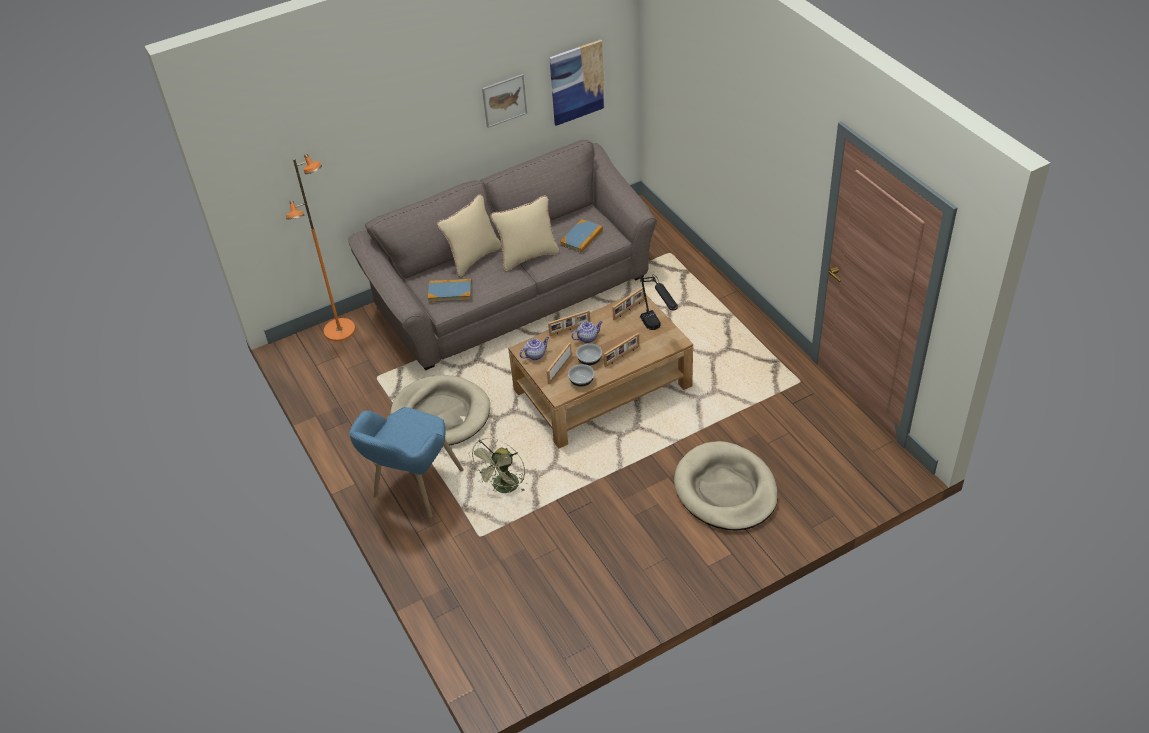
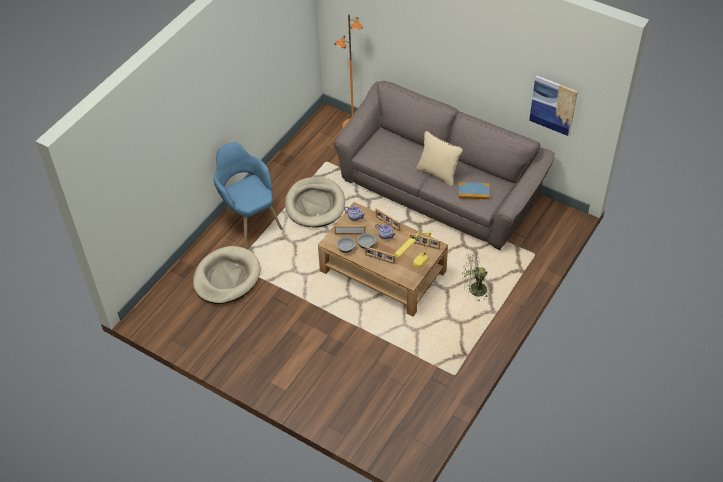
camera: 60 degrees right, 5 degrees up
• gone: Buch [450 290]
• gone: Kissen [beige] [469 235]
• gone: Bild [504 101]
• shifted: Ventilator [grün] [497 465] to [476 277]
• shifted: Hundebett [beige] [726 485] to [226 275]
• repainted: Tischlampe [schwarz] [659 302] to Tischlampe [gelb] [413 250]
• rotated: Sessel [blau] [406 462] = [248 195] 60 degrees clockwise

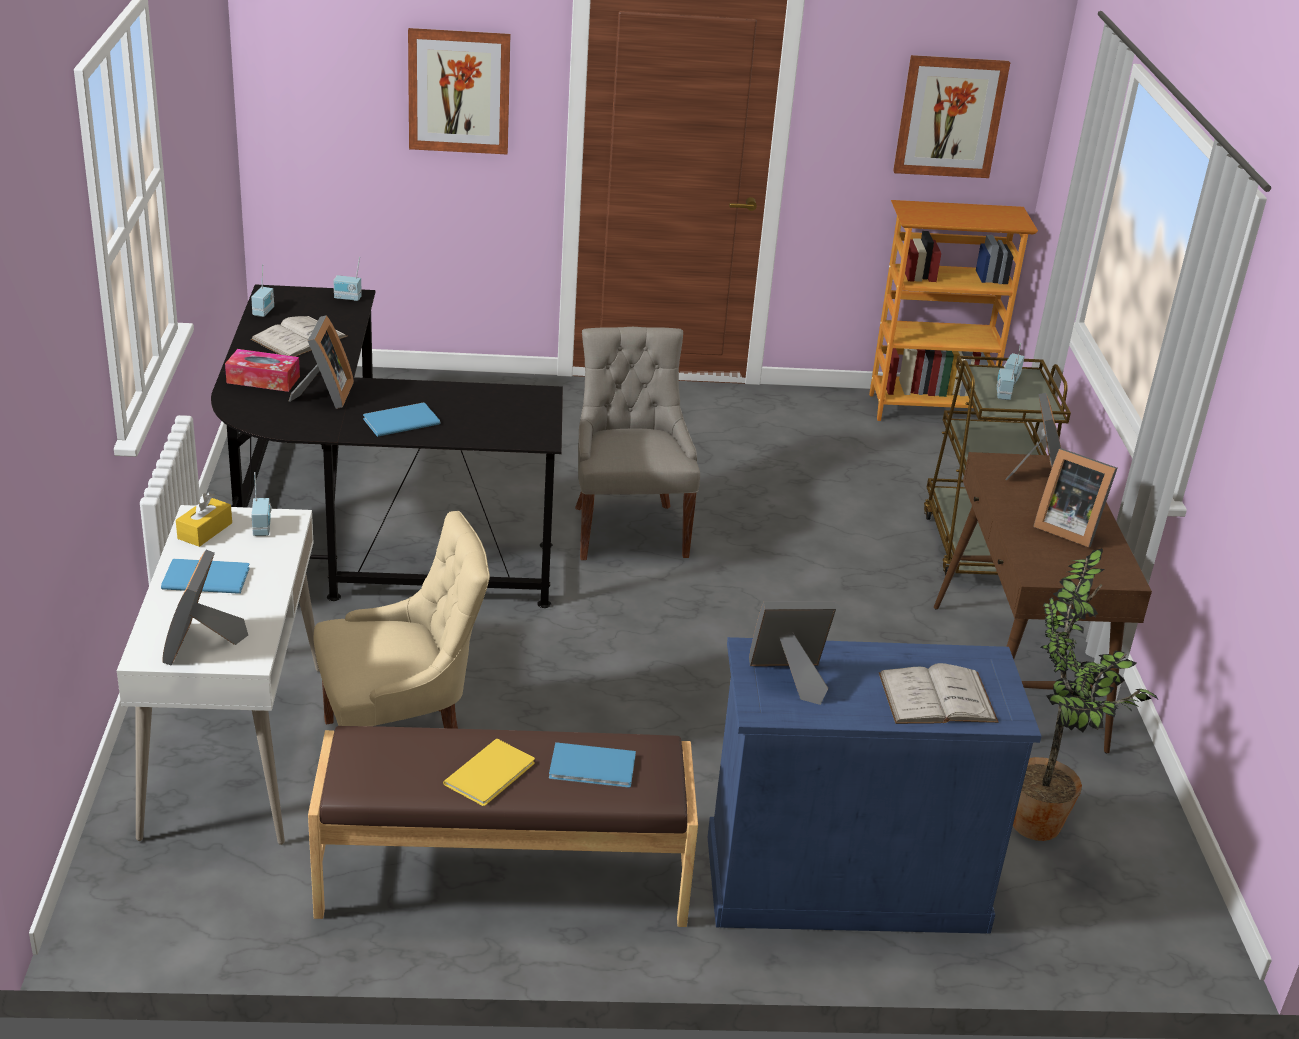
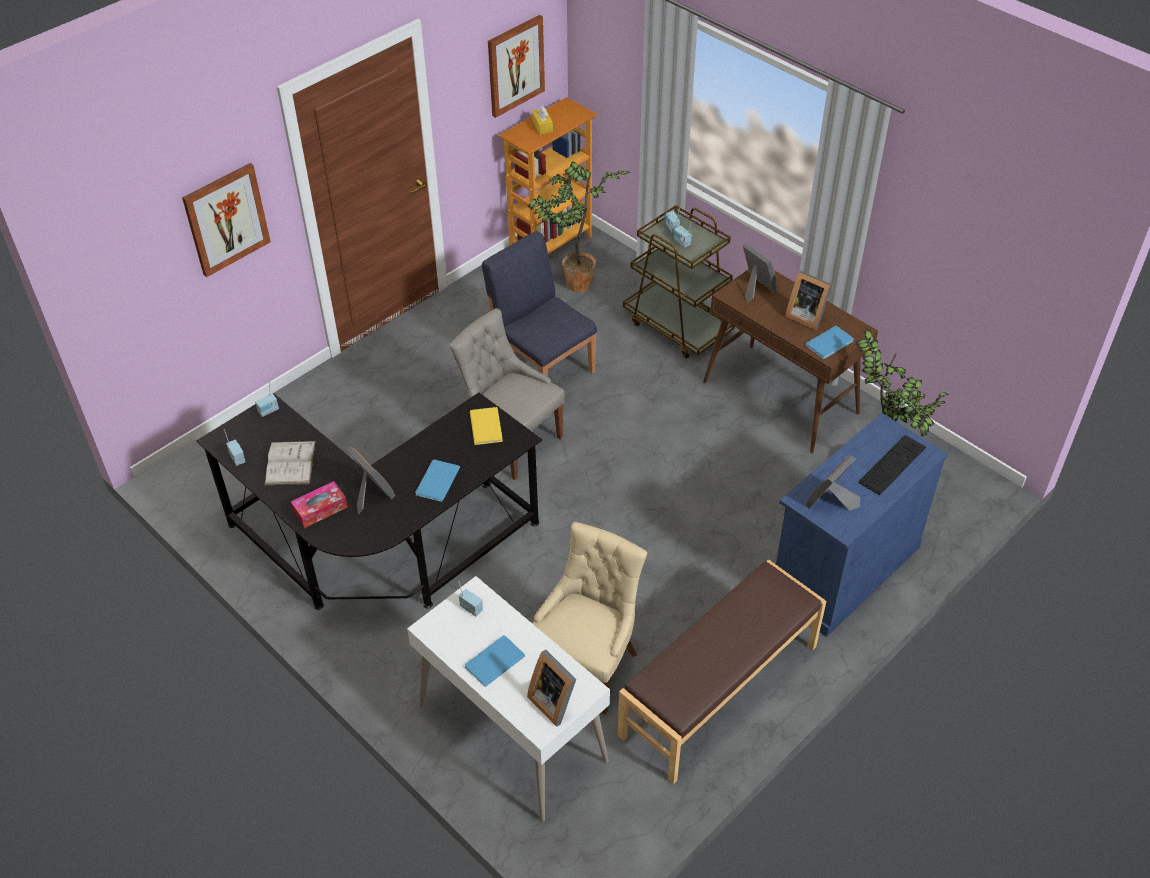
camera: 40 degrees left, 15 degrees up
• new: Stuhl [blau] [539 303]
• new: Topfpflanze [579 226]
• shifted: Taschentuchbox [gelb] [204 519] to [542 120]
• shifted: Buch [gelb] [489 772] to [486 426]
• shifted: Buch [blau] [592 765] to [829 342]
• swapped: Buch [weiß] [939 693] to Tastatur [892 465]
• rotated: Bilderrahmen [1075 497] = [808 300] 45 degrees clockwise

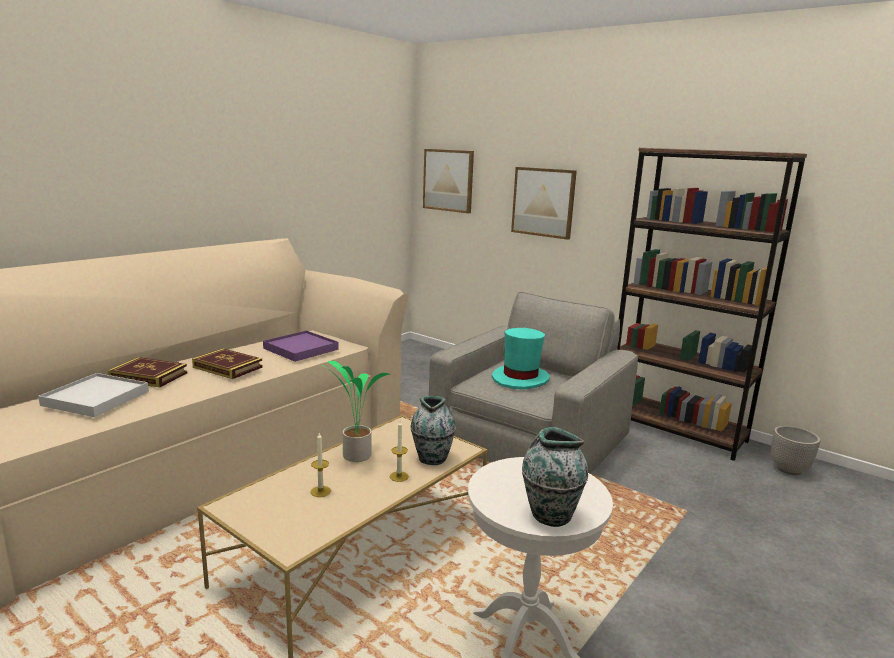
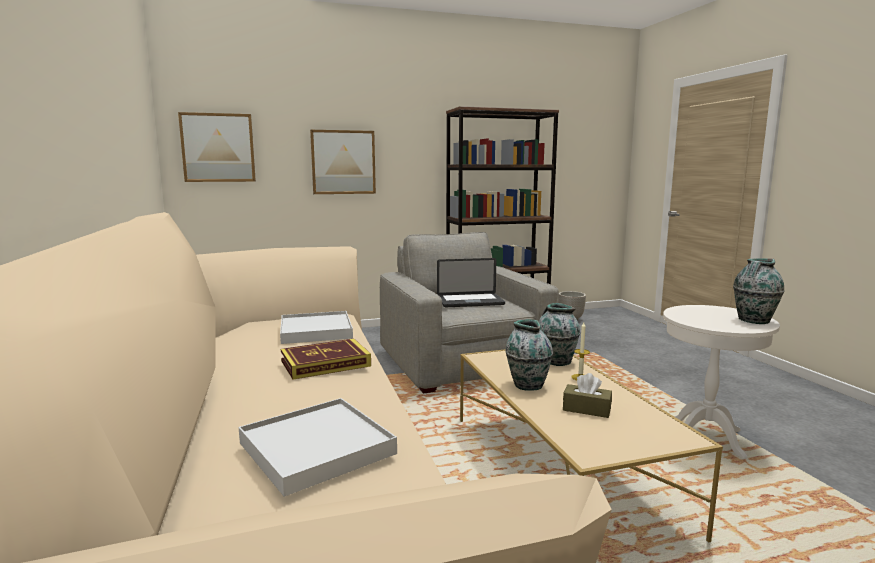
camera: 55 degrees left, 5 degrees down
• gone: Buch [147 372]
• swapped: Kerze [320 465] to Taschentuchbox [braun] [587 395]
• swapped: Topfpflanze [356 411] to Vase [529 355]
• swapped: Hut [türkis] [521 359] to Laptop [471 282]
• repainted: Tablett [lila] [301 346] to Tablett [weiß] [316 327]

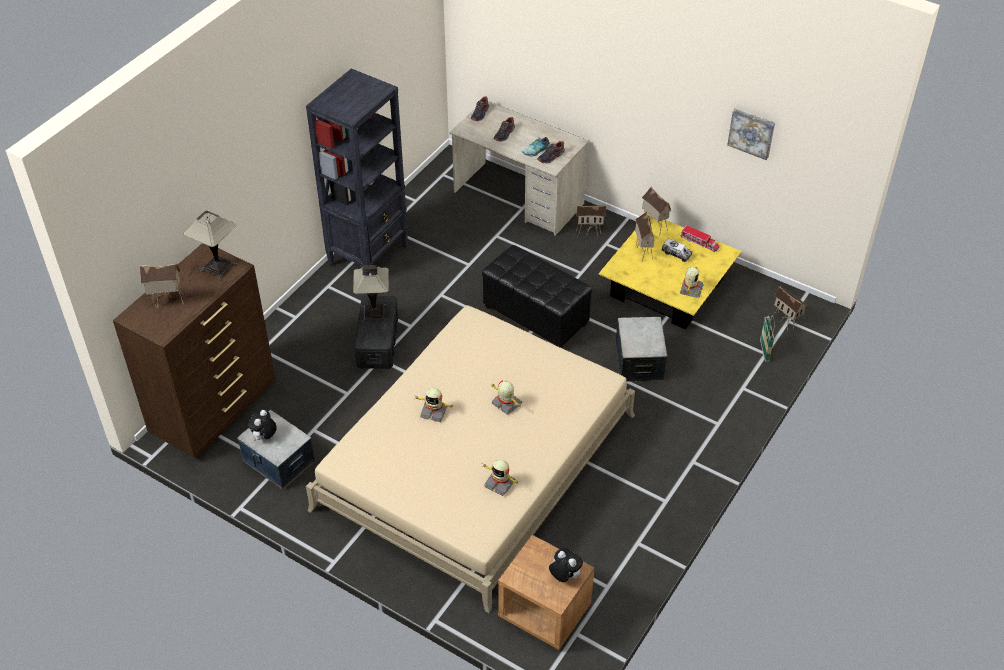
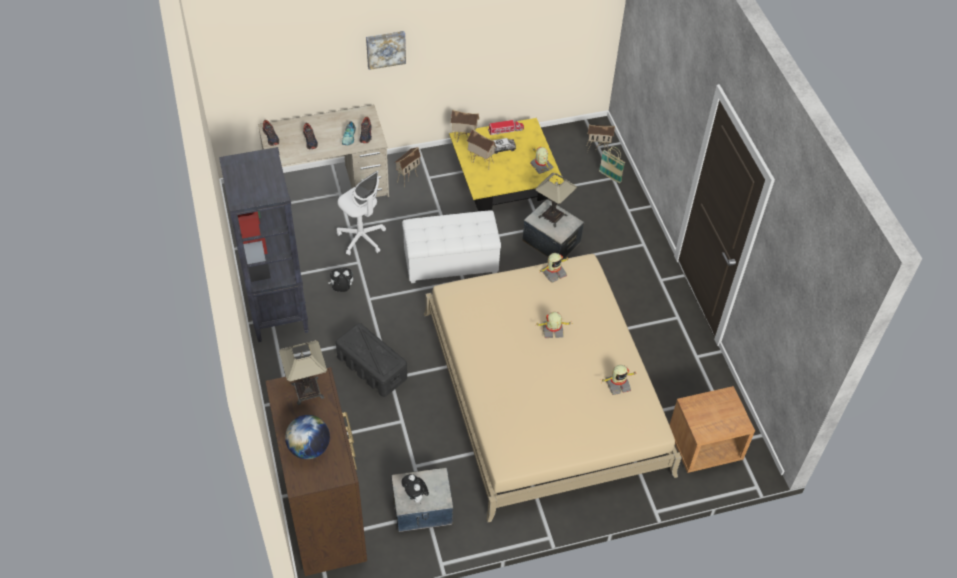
camera: 50 degrees left, 5 degrees up
• new: Bürostuhl [weiß] [361 213]
• shifted: Tischlampe [371 294] to [556 200]
• shifted: Spielzeugroboter [434 405] to [554 268]
• shifted: Plüschtier [566 565] to [340 280]
• shifted: Bild [751 134] to [386 50]
• swapped: Spielzeughaus [161 286] to Globus [307 437]
• repainted: Polsterhocker [schwarz] [537 296] to Polsterhocker [weiß] [451 247]

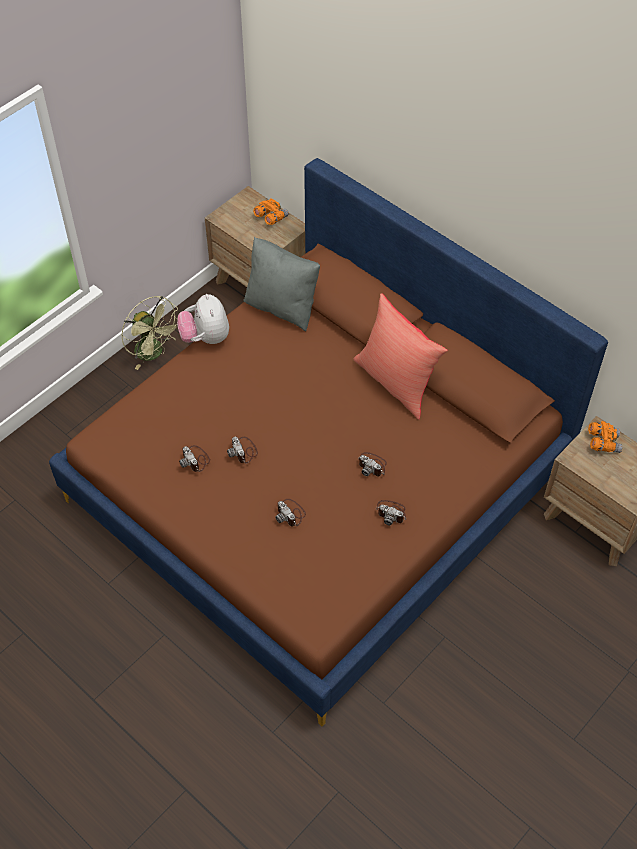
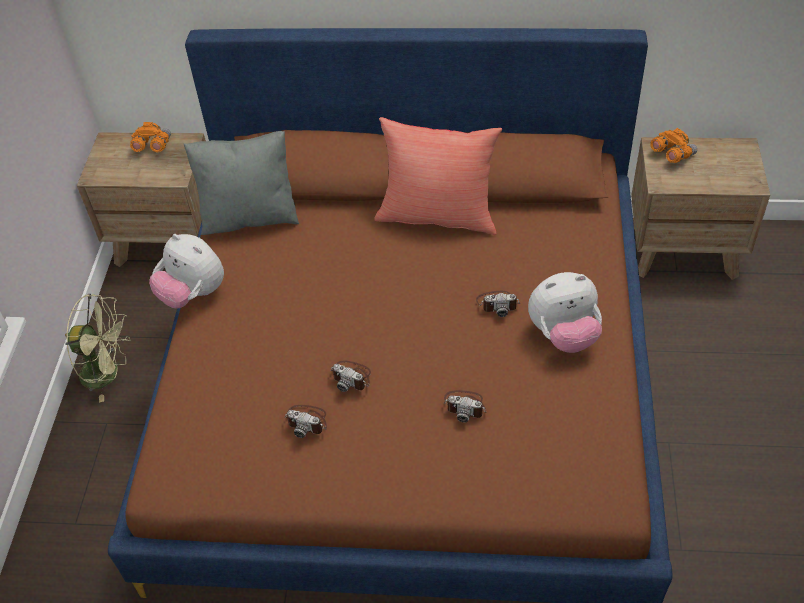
camera: 35 degrees left, 5 degrees down
• swapped: Kamera [391 513] to Plüschtier [565 312]

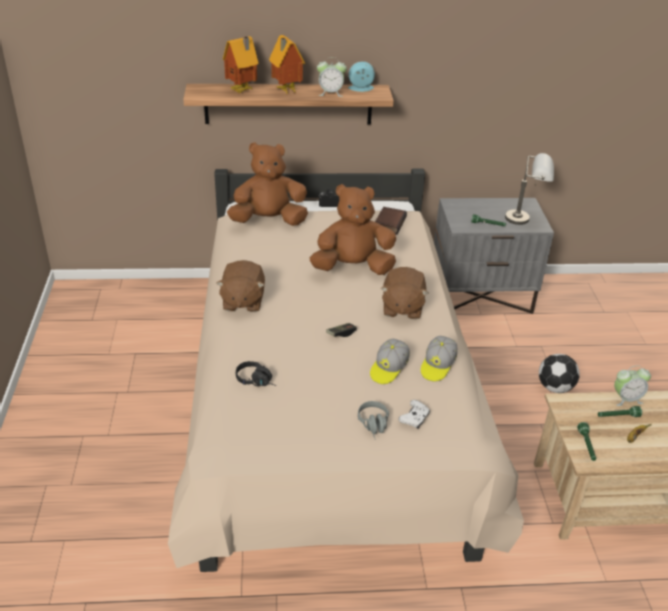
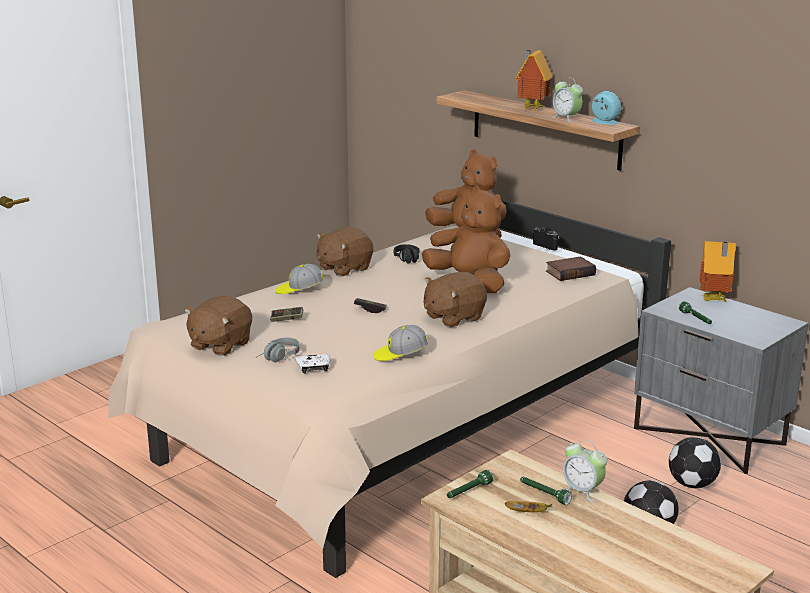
camera: 50 degrees right, 15 degrees down
• gone: Tischlampe [grau] [529 189]
• new: Plüschtier [braun] [218 326]
• new: Gamepad [286 314]
• new: Fußball [695 462]
• shifted: Spielzeughaus [241 64] to [717 271]
• shifted: Kopfhörer [schwarz] [256 373] to [406 253]
• shifted: Kappe [390 361] to [299 279]

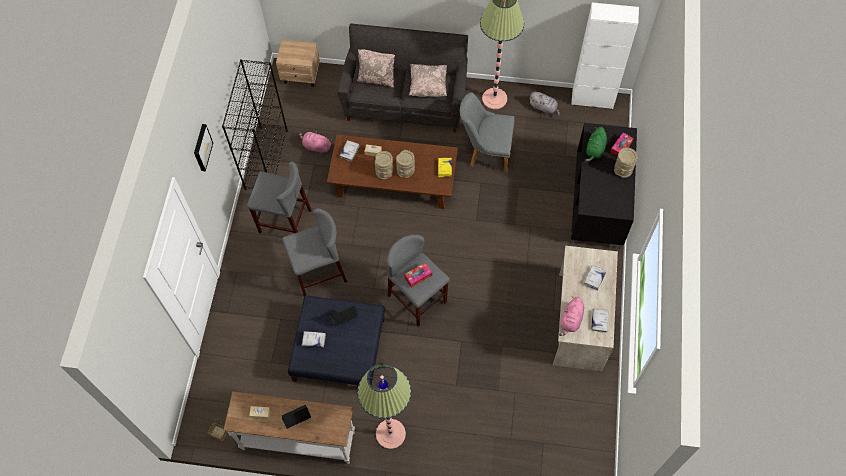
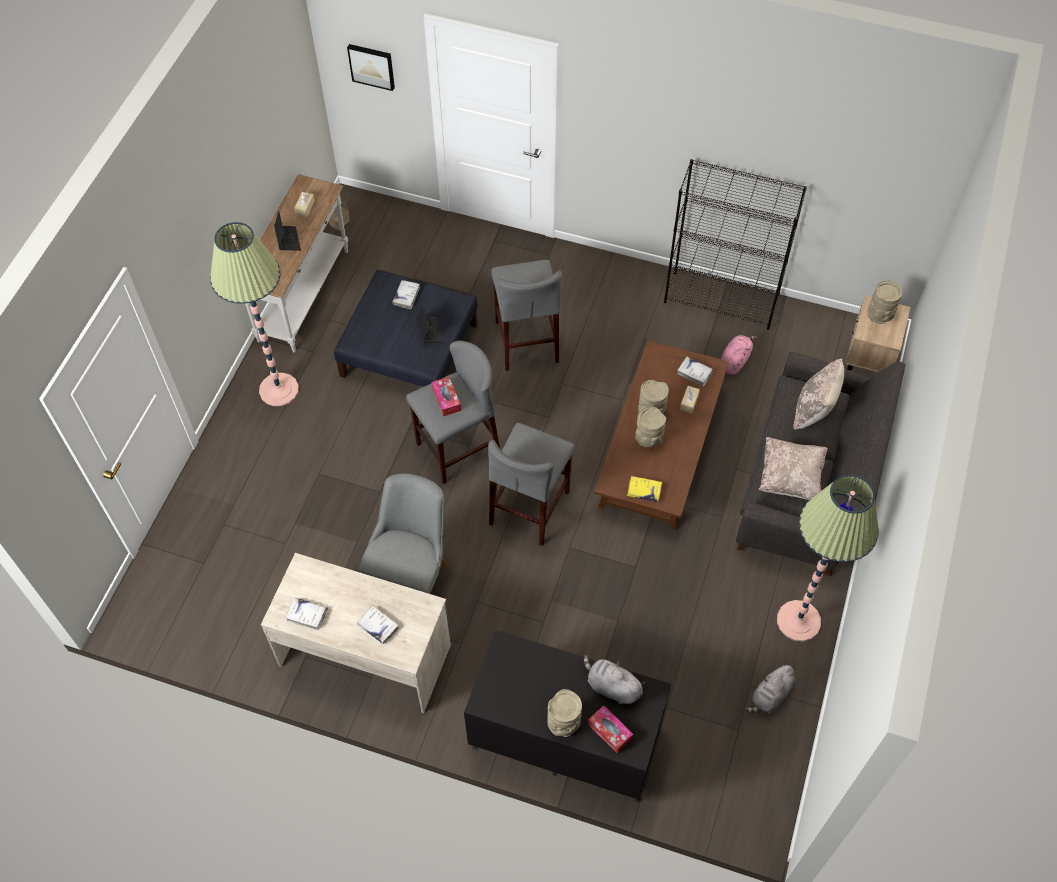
camera: 100 degrees right, 5 degrees down
• gone: Plüschtier [rosa] [571 316]
• gone: Schrank [weiß] [605 55]
• new: Vase [beige] [885 302]
• shifted: Bild [203 147] to [371 67]
• shifted: Hocker [grau] [279 197] to [531 484]
• shifted: Stuhl [grau] [487 132] to [402 534]
• repainted: Plüschtier [grün] [596 144] to Plüschtier [grau] [615 679]

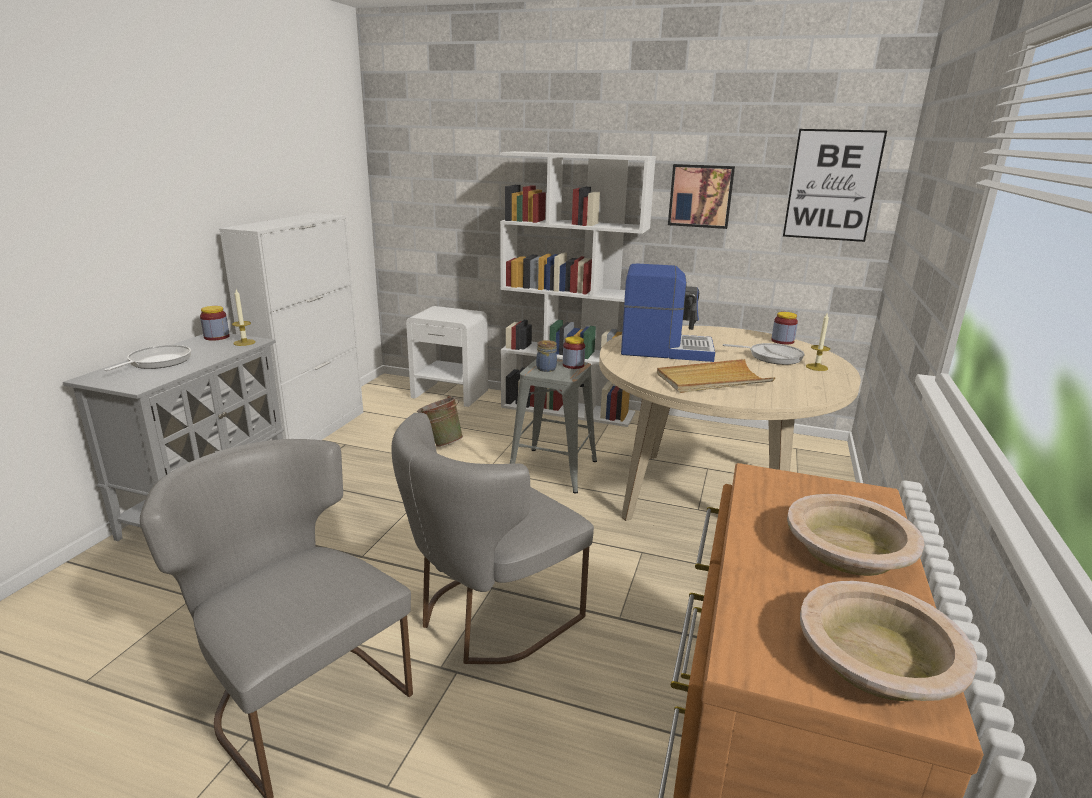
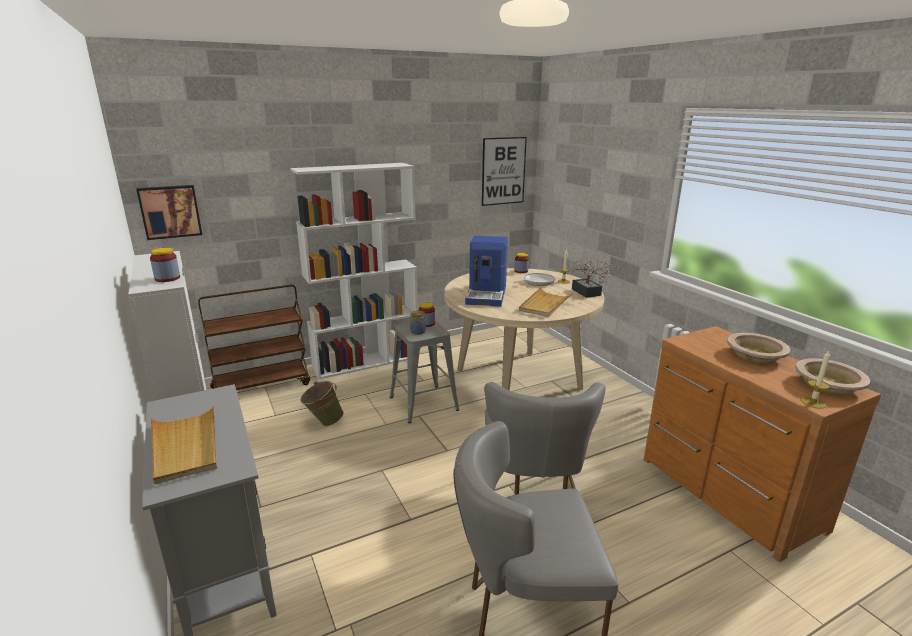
camera: 45 degrees left, 0 degrees up
• new: Topfpflanze [590 279]
• shifted: Vorratsglas [215 323] to [165 265]
• shifted: Kerze [244 317] to [815 380]
• shifted: Bild [701 196] to [169 212]
• swapped: Pfanne [147 358] to Tablett [beige] [184 444]
• swapped: Nachttisch [weiß] [447 356] to Rollwagen [braun] [254 337]
• rotated: Kaffeemaschine [668 313] = [486 271] 135 degrees clockwise

